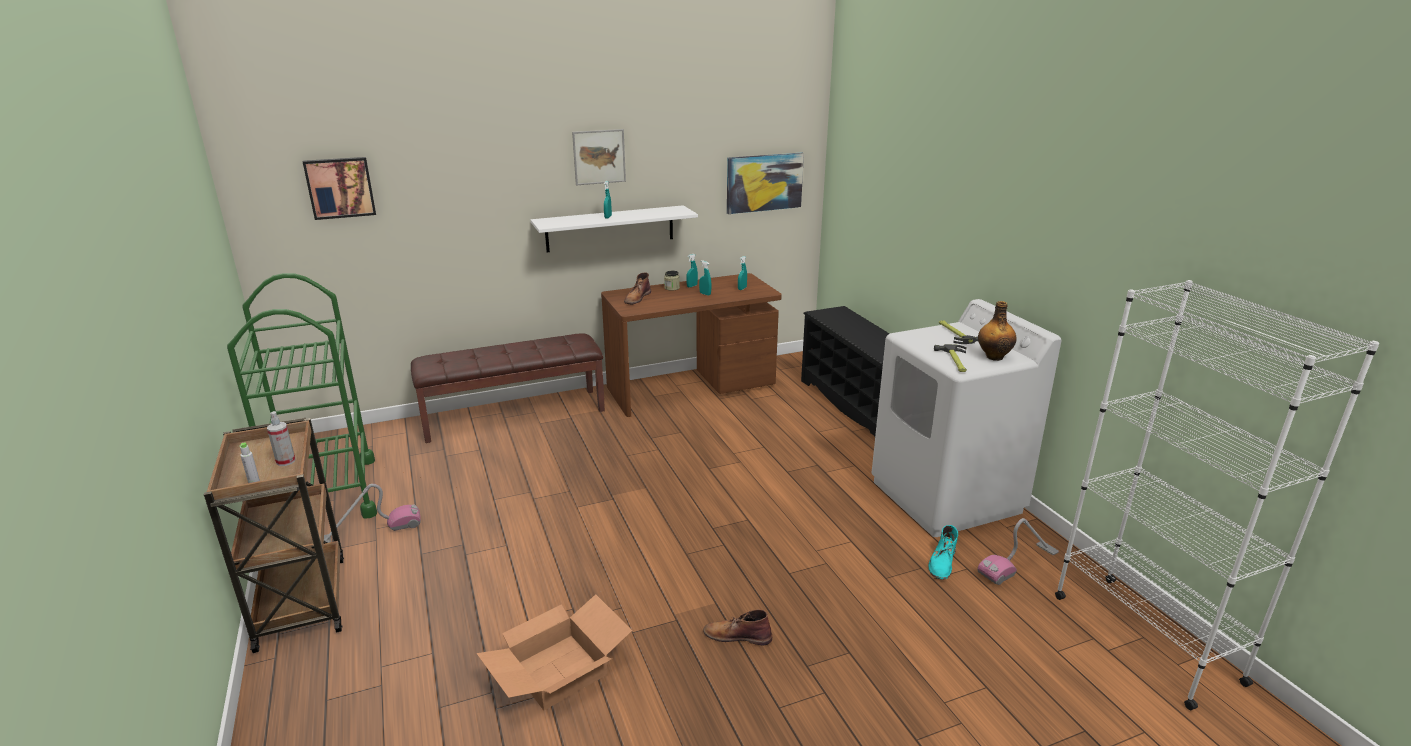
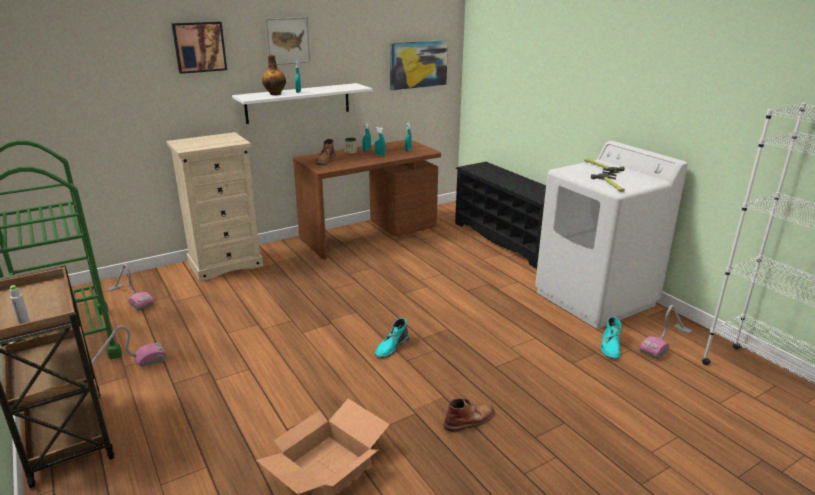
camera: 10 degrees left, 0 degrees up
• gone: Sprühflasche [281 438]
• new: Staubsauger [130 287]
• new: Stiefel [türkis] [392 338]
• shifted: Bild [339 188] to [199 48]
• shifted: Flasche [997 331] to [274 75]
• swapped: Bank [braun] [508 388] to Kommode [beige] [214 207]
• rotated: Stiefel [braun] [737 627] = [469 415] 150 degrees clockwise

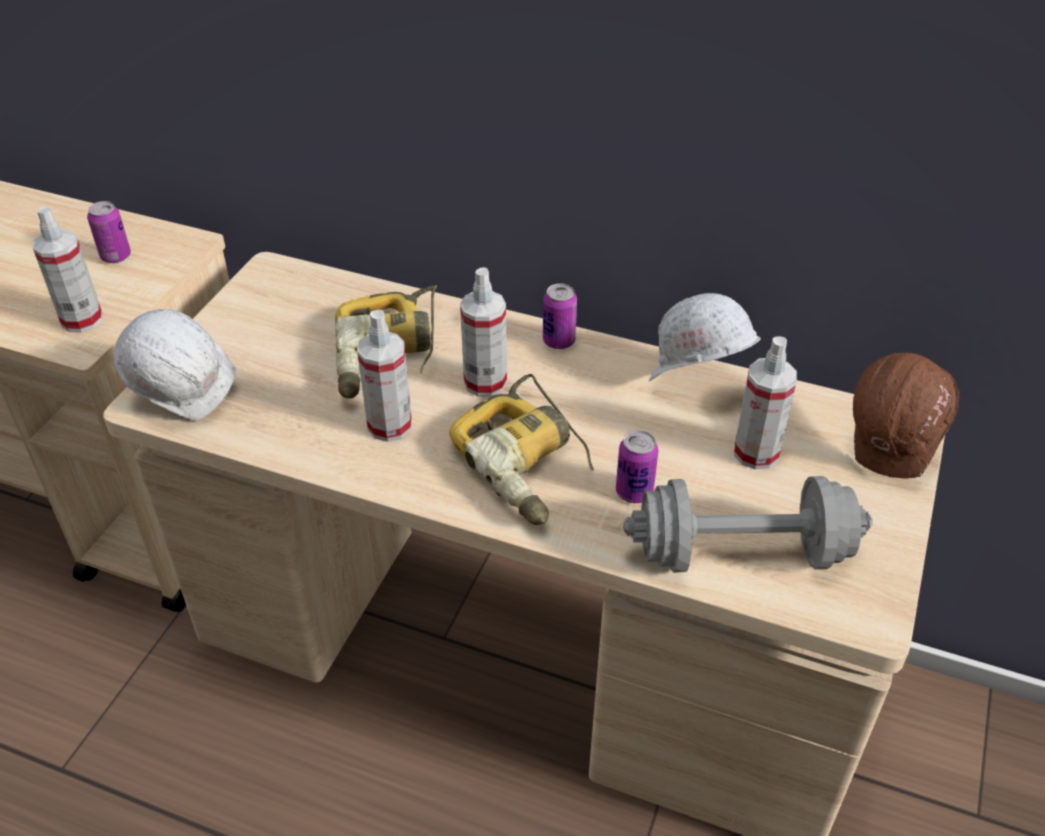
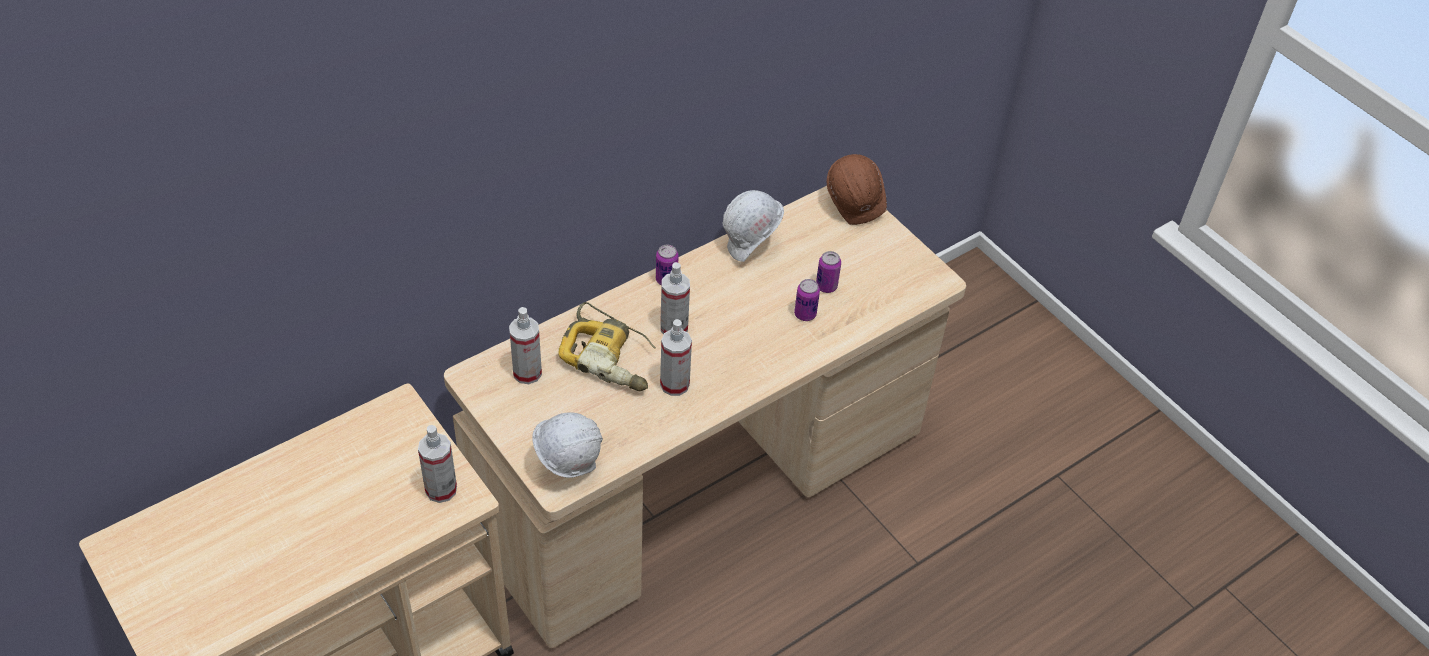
camera: 60 degrees left, 5 degrees up
• gone: Bohrmaschine [521 449]
• gone: Hantel [grau] [748 524]
• shifted: Dose [109 232] to [828 272]
• shifted: Sprühflasche [765 403] to [525 345]

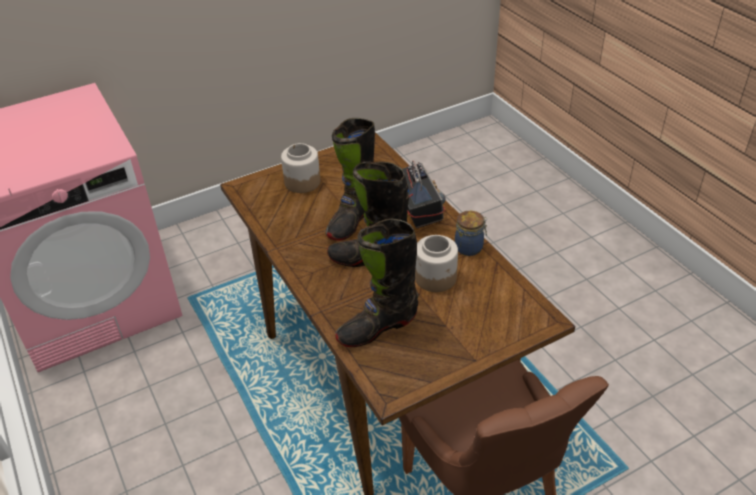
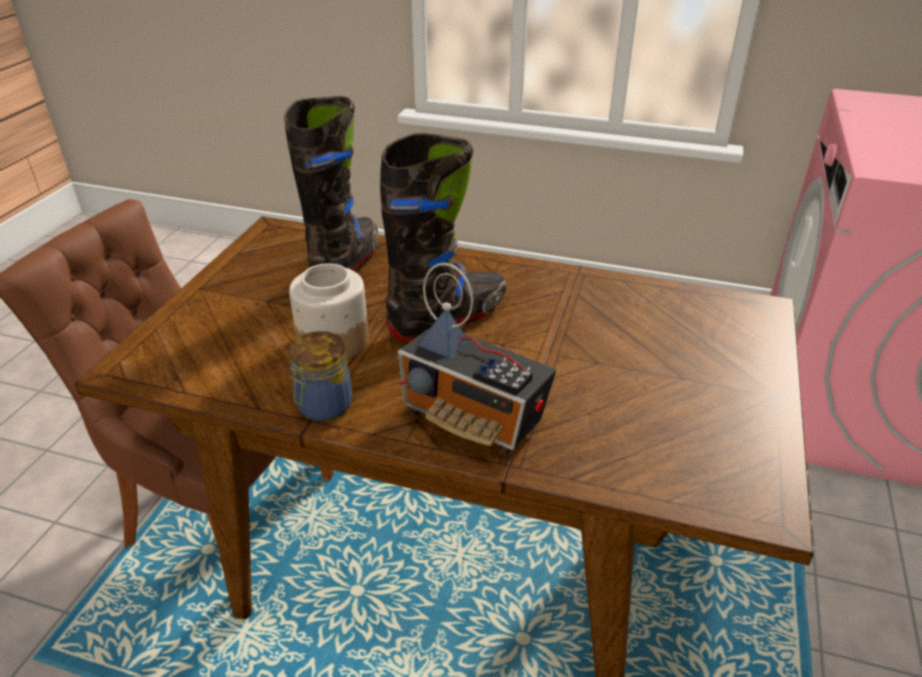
camera: 135 degrees right, 5 degrees down
• gone: Vorratsglas [300 168]
• gone: Stiefel [schwarz] [350 179]

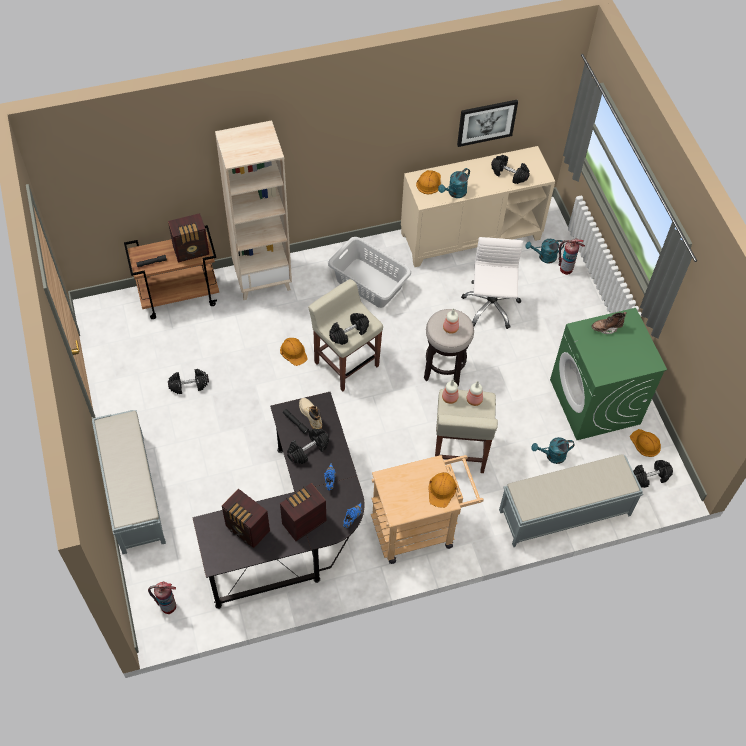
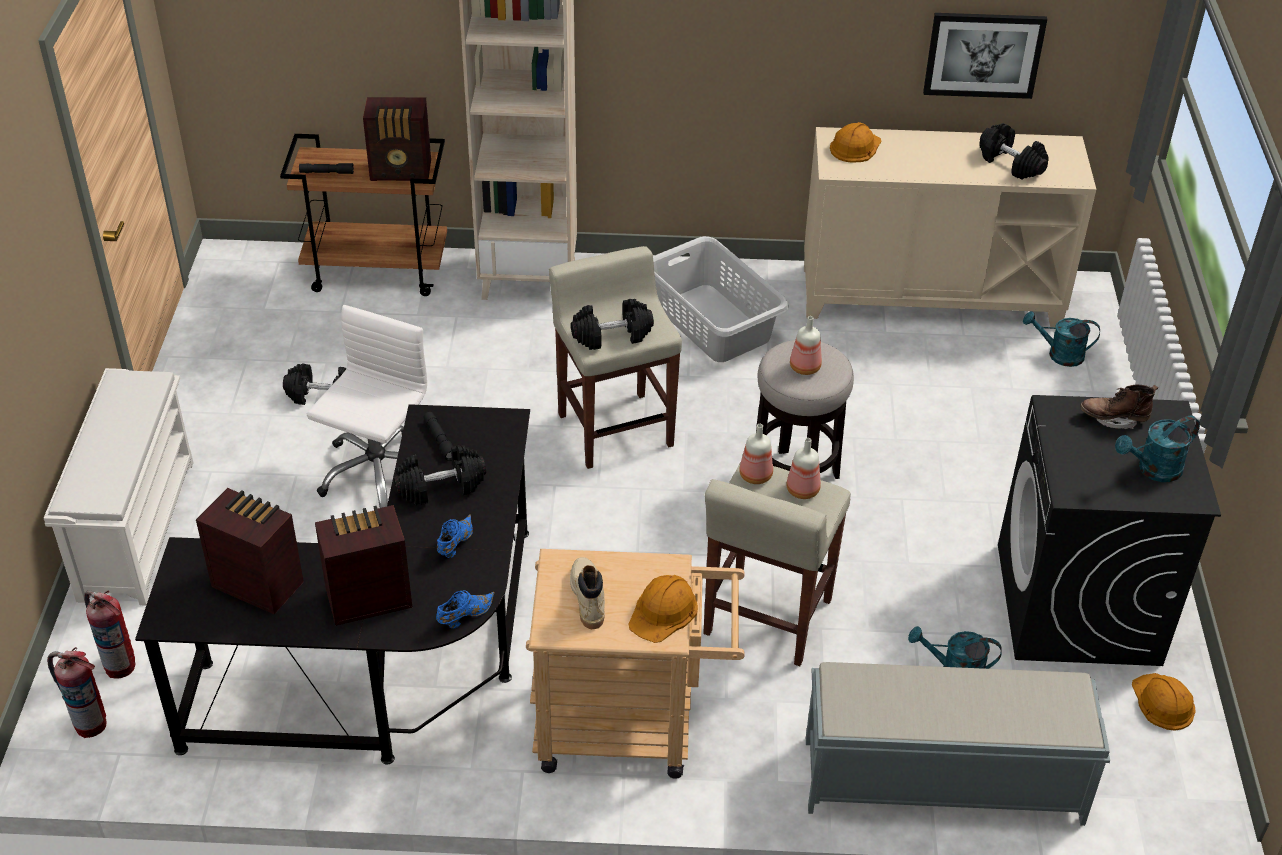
camera: 20 degrees right, 15 degrees down
• gone: Schutzhelm [orange] [294 352]
• gone: Hantel [schwarz] [653 474]
• shifted: Stiefel [beige] [310 413] to [587 593]
• shifted: Gießkanne [türkis] [454 183] to [1157 449]
• shifted: Bürostuhl [weiß] [492 283] to [367 406]
• shifted: Feuerlöscher [572 256] to [110 634]
• swapped: Bank [grau] [129 482] to Schuhregal [weiß] [118 486]
• repainted: Waschmaschine [grün] [608 374] to Waschmaschine [schwarz] [1109 530]
• rotated: Radio [246 518] = [250 551] 150 degrees clockwise

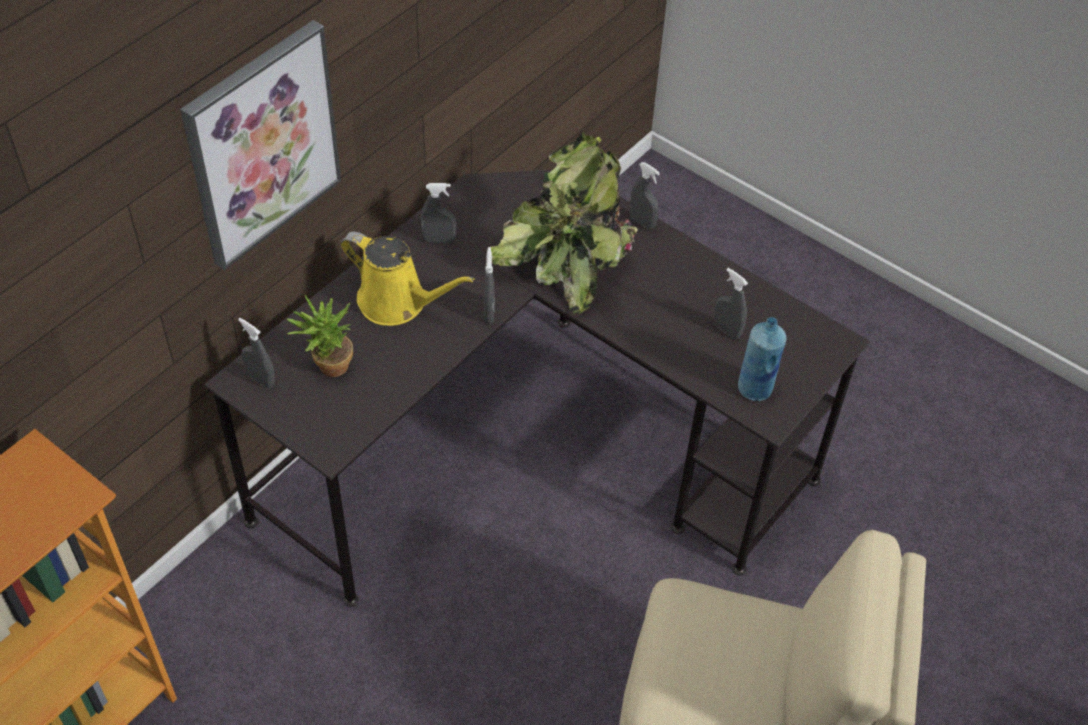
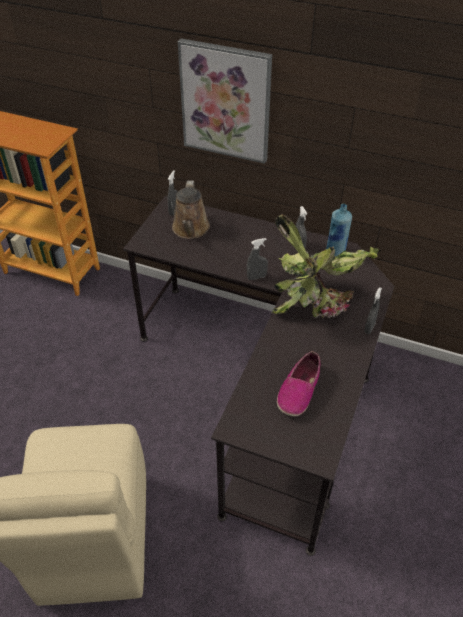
camera: 75 degrees right, 5 degrees down
• gone: Gießkanne [gelb] [407 278]
• shifted: Flasche [blau] [762 359] to [339 230]
• swapped: Topfpflanze [320 336] to Gießkanne [braun] [191 209]
• swapped: Sprühflasche [grau] [731 303] to Schuh [299 383]

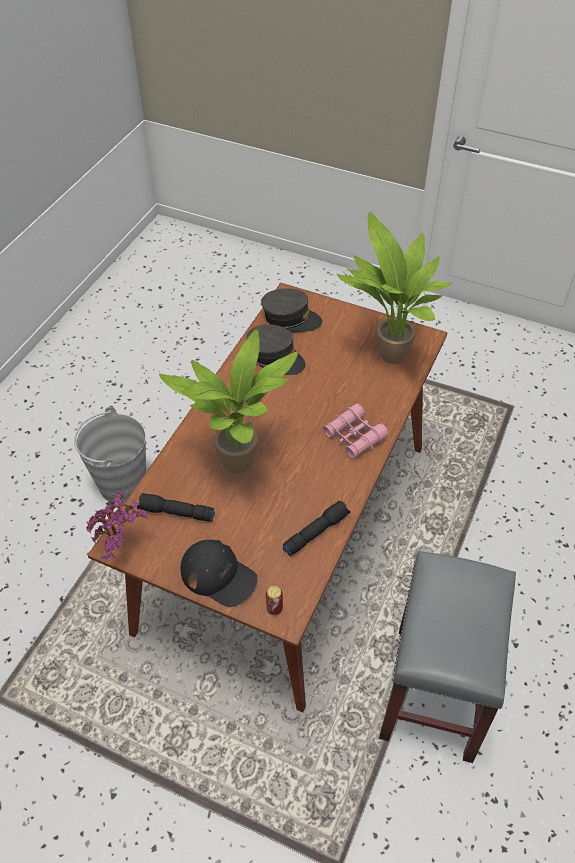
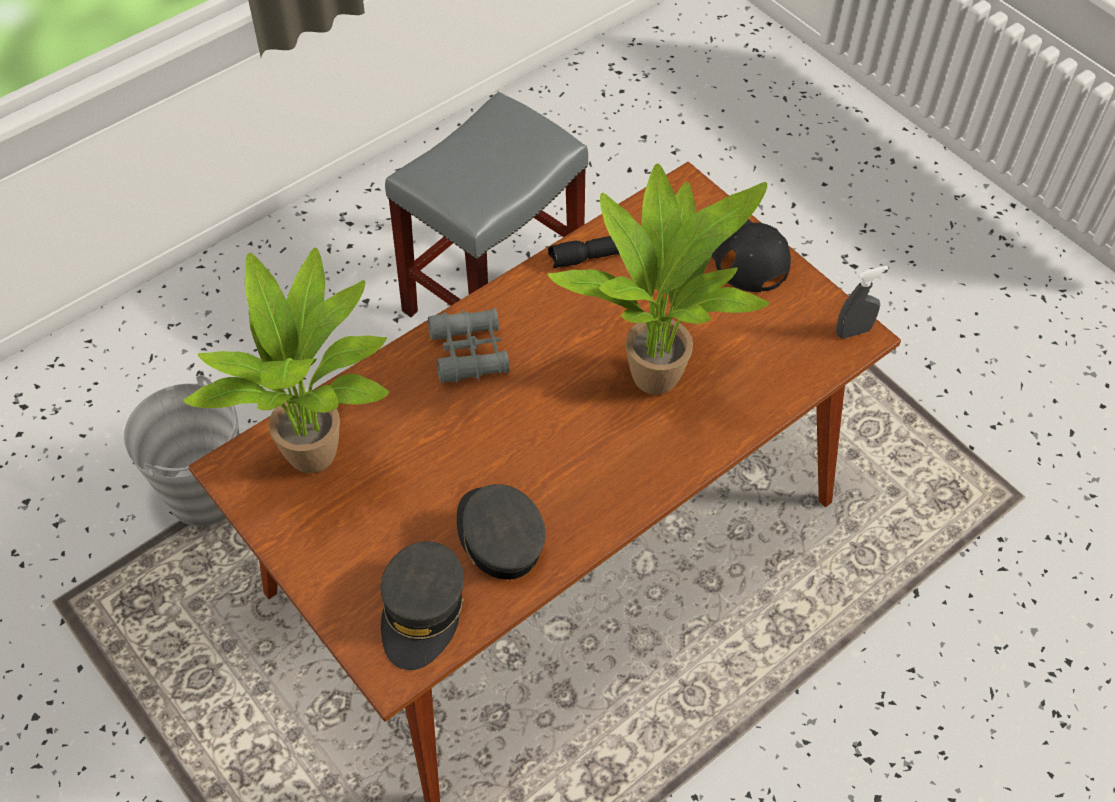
camera: 155 degrees left, 5 degrees up
• gone: Taschenlampe [schwarz] [176 507]
• gone: Dose [274 601]
• shifted: Eimer [grau] [110 455] to [181 450]
• swapped: Topfpflanze [117 526] to Sprühflasche [grau] [862 302]
• repainted: Fernglas [rosa] [356 431] to Fernglas [grau] [469 345]
• rotated: Kappe [grau] [291 310] = [422 605] 120 degrees counterclockwise

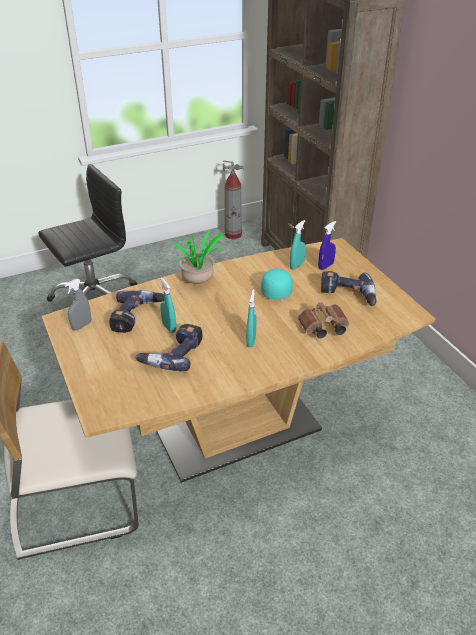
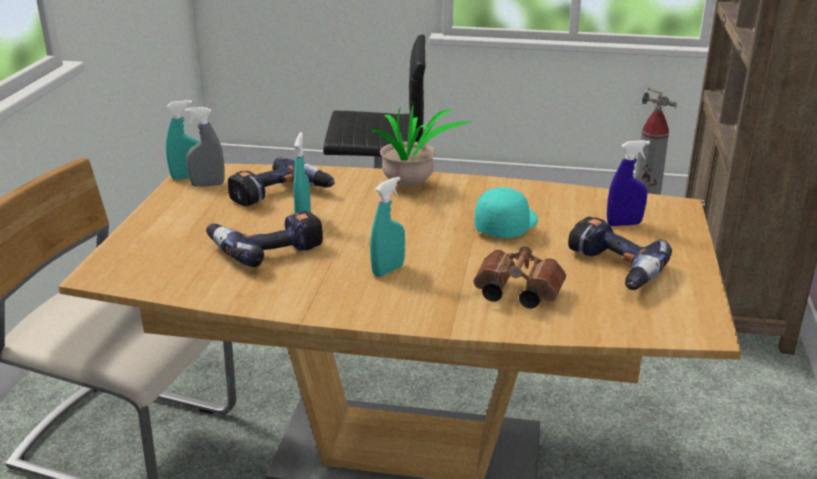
camera: 35 degrees right, 10 degrees down
• shifted: Sprühflasche [türkis] [298 245] to [182 140]

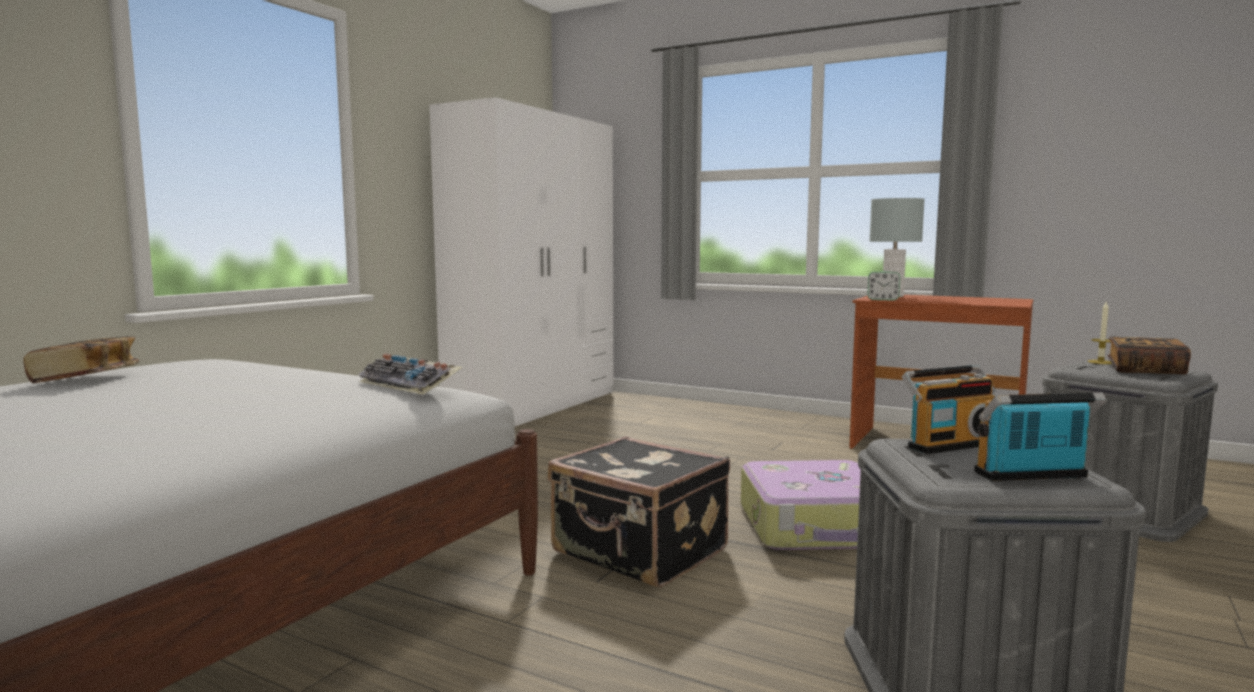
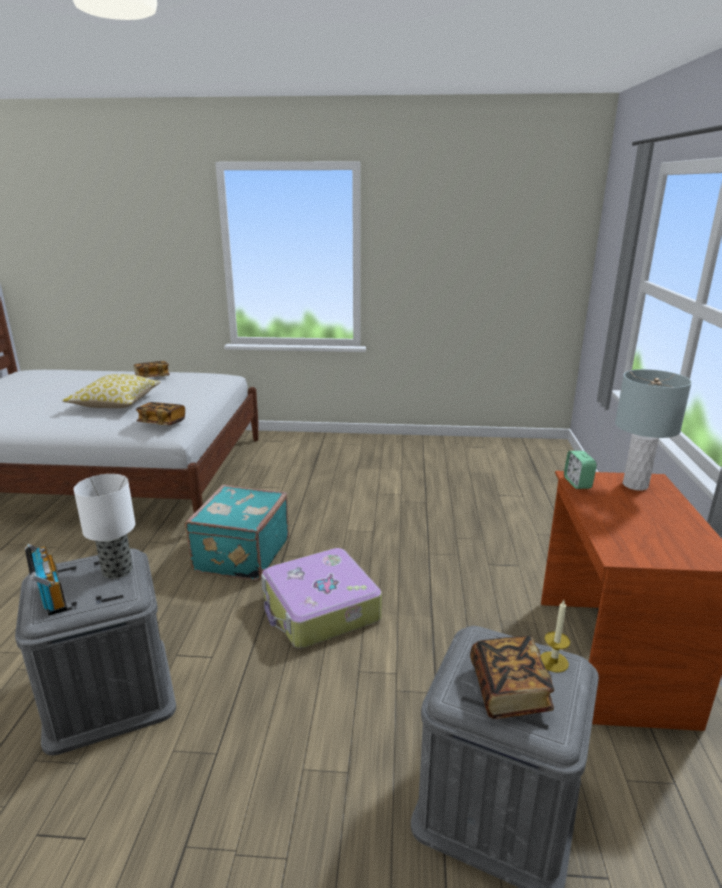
camera: 65 degrees right, 15 degrees up
• gone: Kleiderschrank [weiß] [521 261]
• new: Kissen [111 391]
• swapped: Tastatur [410 374] to Buch [160 414]
• swapped: Radio [949 409] to Tischlampe [104 526]
• repainted: Koffer [schwarz] [639 512] to Koffer [türkis] [237 533]

